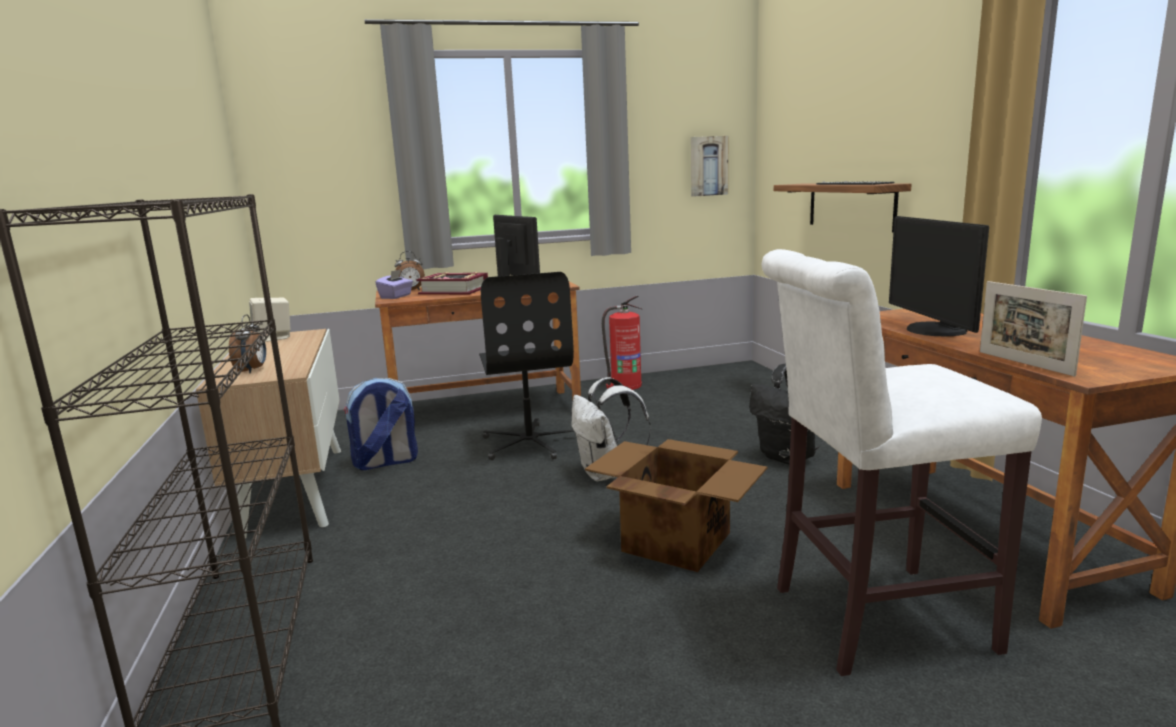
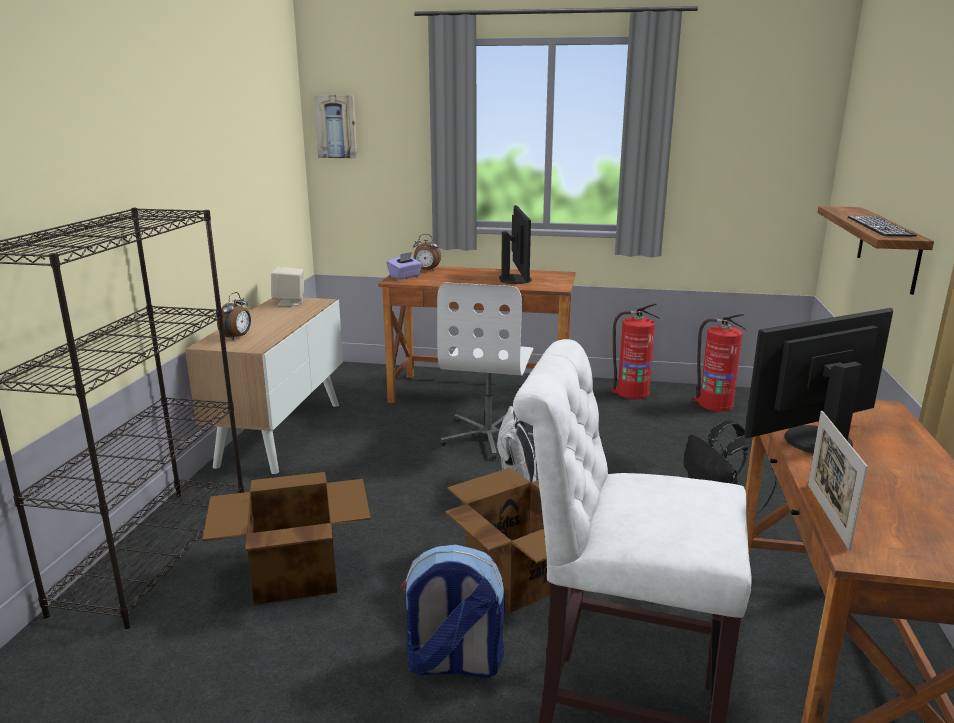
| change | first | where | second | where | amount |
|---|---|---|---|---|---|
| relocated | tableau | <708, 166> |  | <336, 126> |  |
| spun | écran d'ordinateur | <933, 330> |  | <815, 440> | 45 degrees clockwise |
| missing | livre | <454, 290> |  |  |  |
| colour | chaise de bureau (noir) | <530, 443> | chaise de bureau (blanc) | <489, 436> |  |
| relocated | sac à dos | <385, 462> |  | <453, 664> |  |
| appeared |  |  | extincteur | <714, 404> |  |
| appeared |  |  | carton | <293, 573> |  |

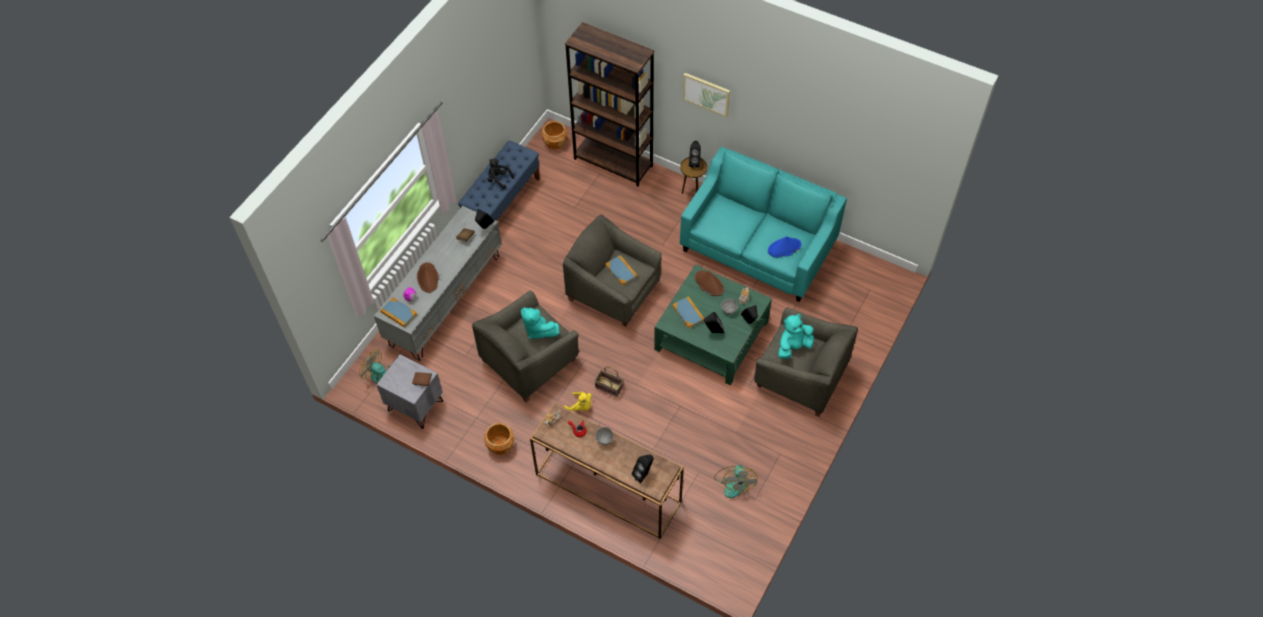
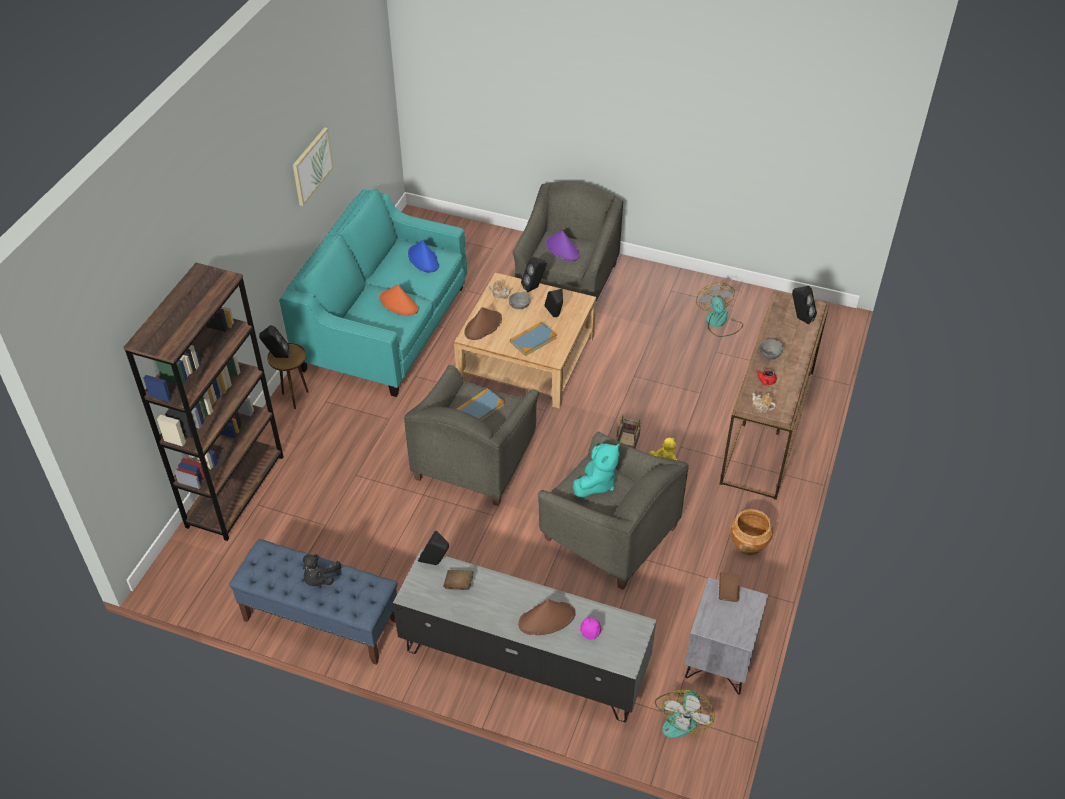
| change | first | where | second | where | amount |
|---|---|---|---|---|---|
| relocated | tableau | <706, 94> |  | <311, 166> |  |
| missing | cache-pot (marron) | <555, 143> |  |  |  |
| colour | table basse (vert) | <711, 335> | table basse (beige) | <526, 358> |  |
| missing | livre | <399, 313> |  |  |  |
| exchanged | peluche (turquoise) | <793, 347> | chapeau (violet) | <562, 249> |  |
| spun | ventilateur | <734, 482> |  | <719, 322> | 90 degrees counterclockwise |
| appeared |  |  | chapeau (orange) | <399, 304> |  |

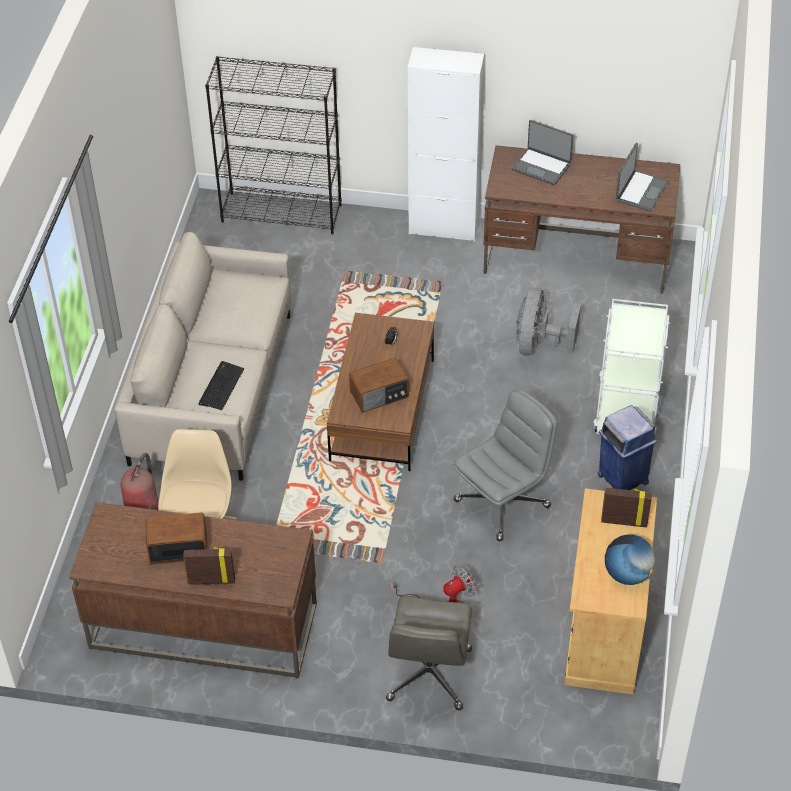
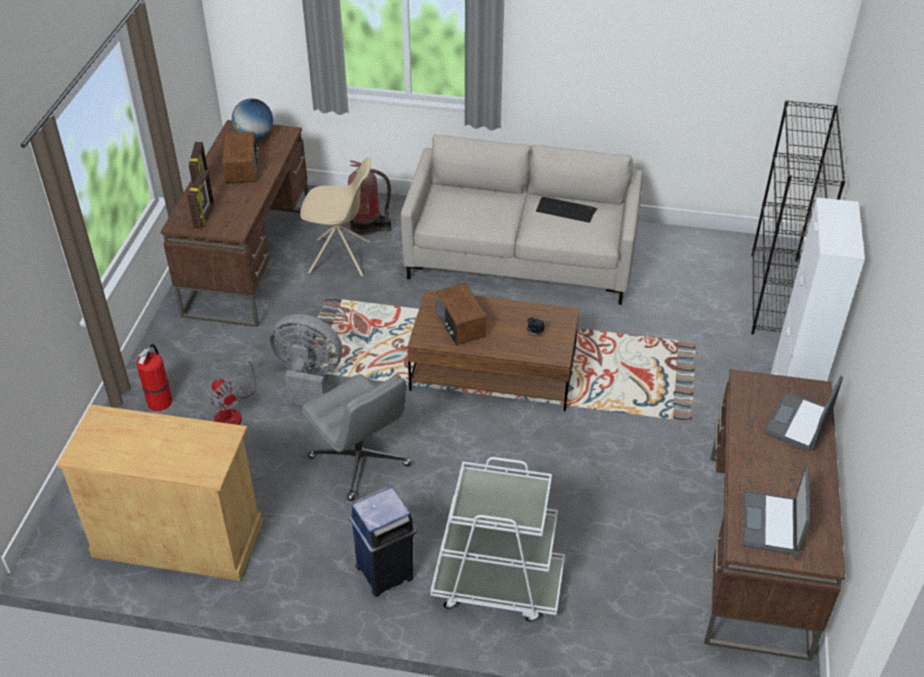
| change | first | where | second | where | amount |
|---|---|---|---|---|---|
| spun | ordinateur portable | <640, 191> |  | <772, 524> | 75 degrees clockwise |
| relocated | ventilateur (gris) | <539, 344> |  | <308, 379> |  |
| relocated | clavier | <221, 386> |  | <566, 210> |  |
| relocated | cadre photo | <624, 521> |  | <205, 216> |  |
| relocated | globe | <627, 574> |  | <254, 136> |  |
| exchanged | chaise de bureau (gris) | <429, 675> | extincteur | <160, 400> |  |

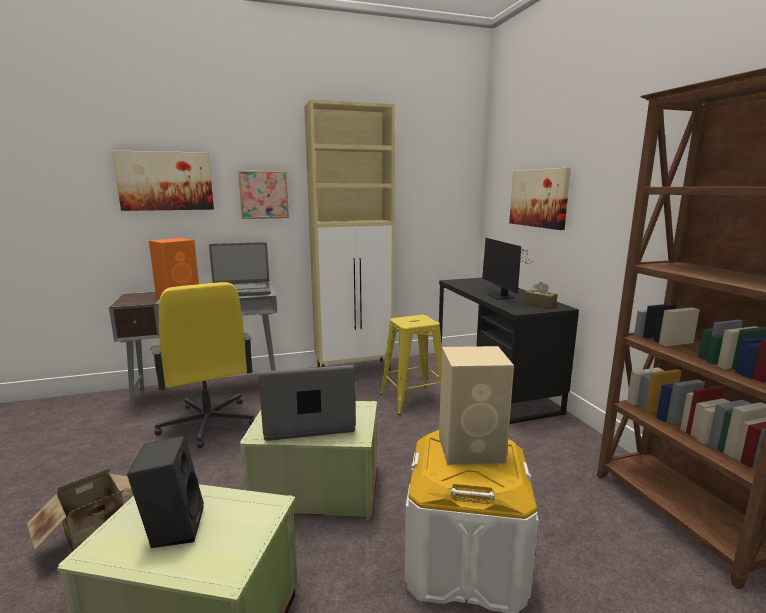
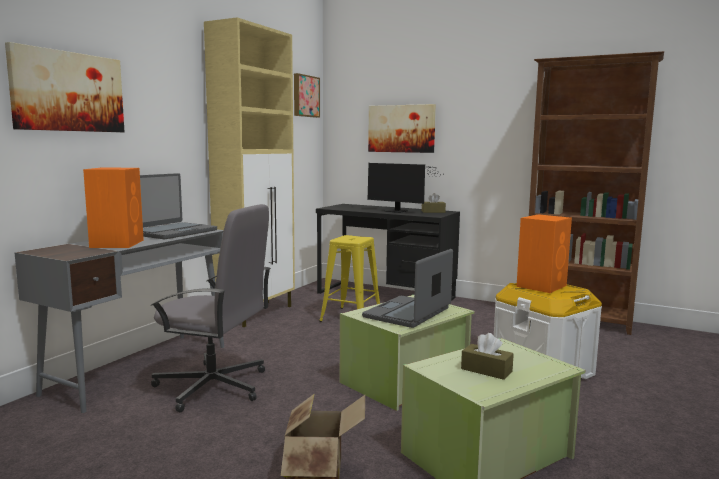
| change | first | where | second | where | amount |
|---|---|---|---|---|---|
| relocated | tableau | <263, 194> |  | <305, 96> |  |
| colour | chaise de bureau (jaune) | <208, 424> | chaise de bureau (gris) | <213, 386> |  |
| colour | enceinte (beige) | <472, 449> | enceinte (orange) | <542, 286> |  |
| exchanged | enceinte (noir) | <172, 527> | boîte à mouchoirs (marron) | <486, 370> |  |

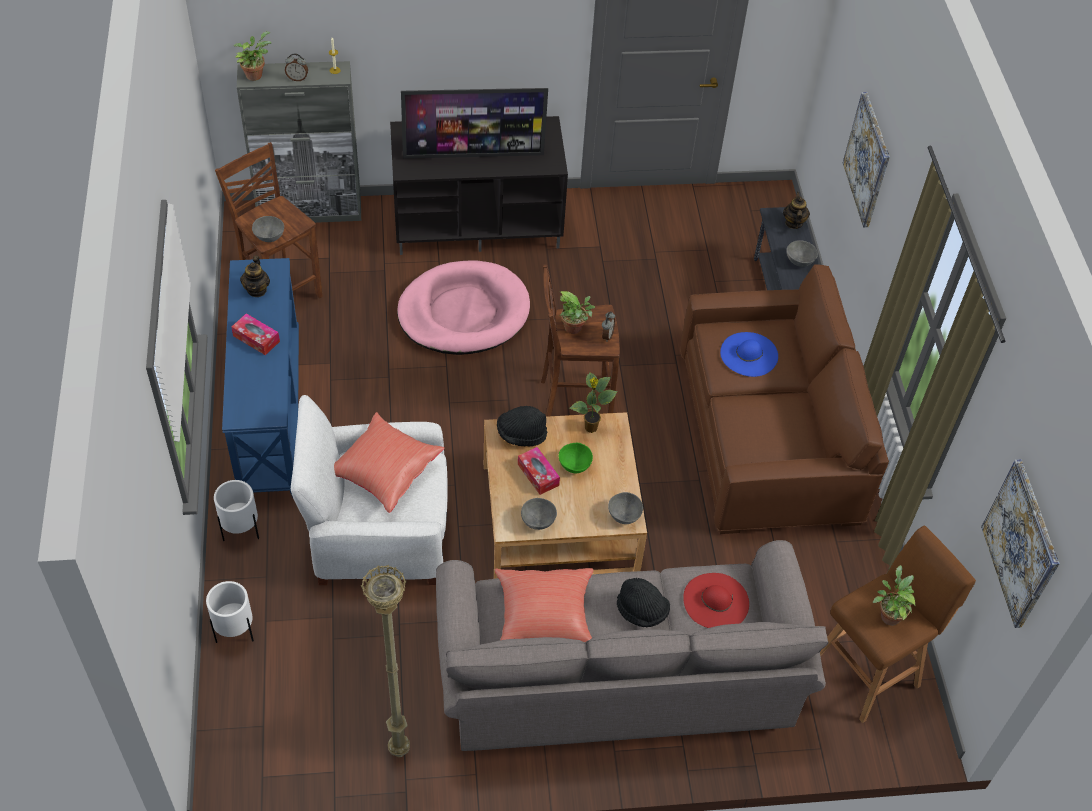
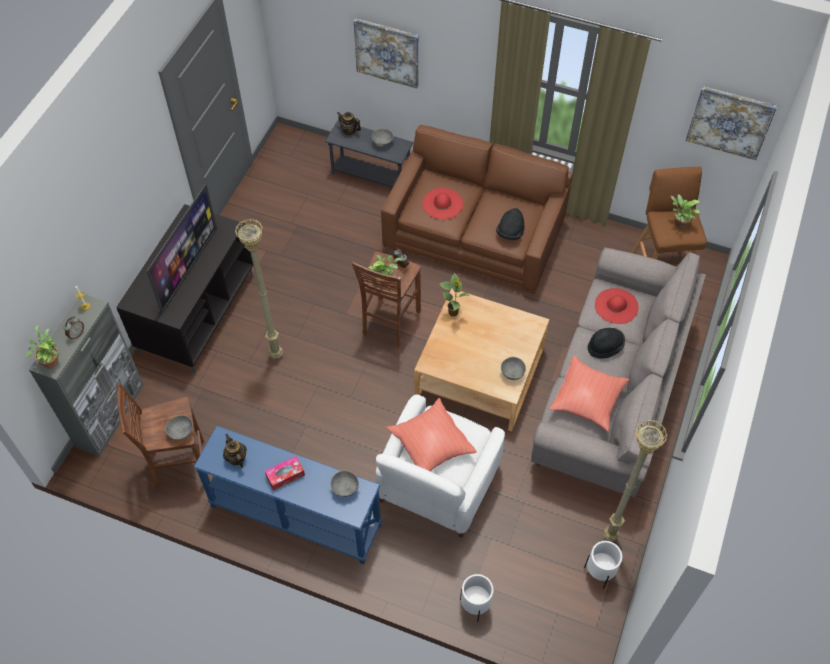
| change | first | where | second | where | amount |
|---|---|---|---|---|---|
| spun | théière | <257, 290> |  | <236, 458> | 150 degrees counterclockwise |
| exchanged | panier pour chien (rose) | <463, 312> | lampadaire (beige) | <275, 355> |  |
| colour | chapeau (bleu) | <749, 354> | chapeau (rouge) | <442, 204> |  |
| relocated | chapeau (noir) | <521, 434> |  | <510, 232> |  |
| missing | bol (vert) | <574, 466> |  |  |  |
| missing | boîte à mouchoirs | <538, 475> |  |  |  |
| relocated | cache-pot (blanc) | <241, 531> |  | <599, 573> |  |
| relocated | bol (gris) | <624, 516> |  | <345, 489> |  |

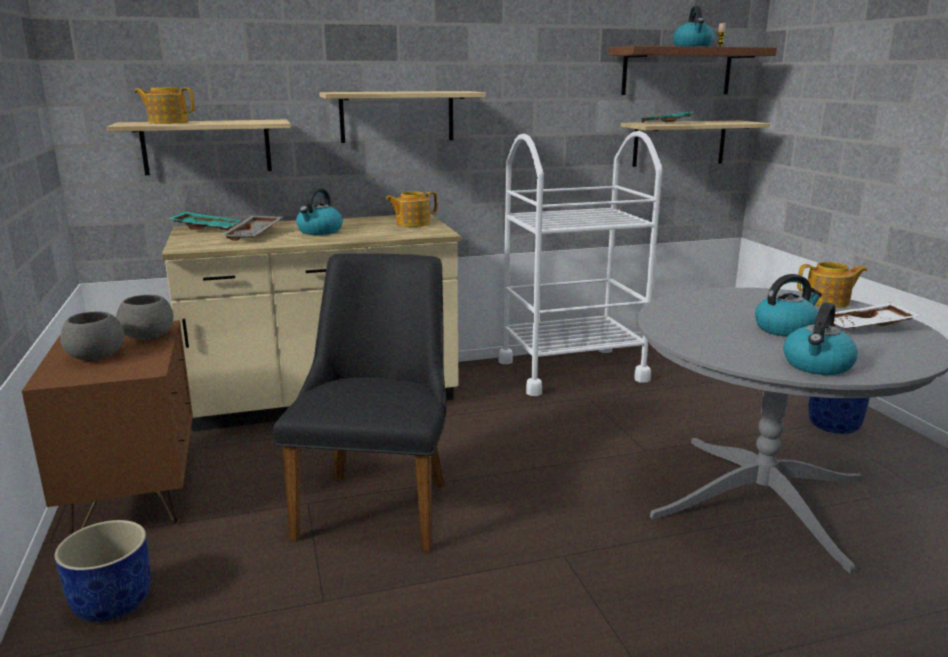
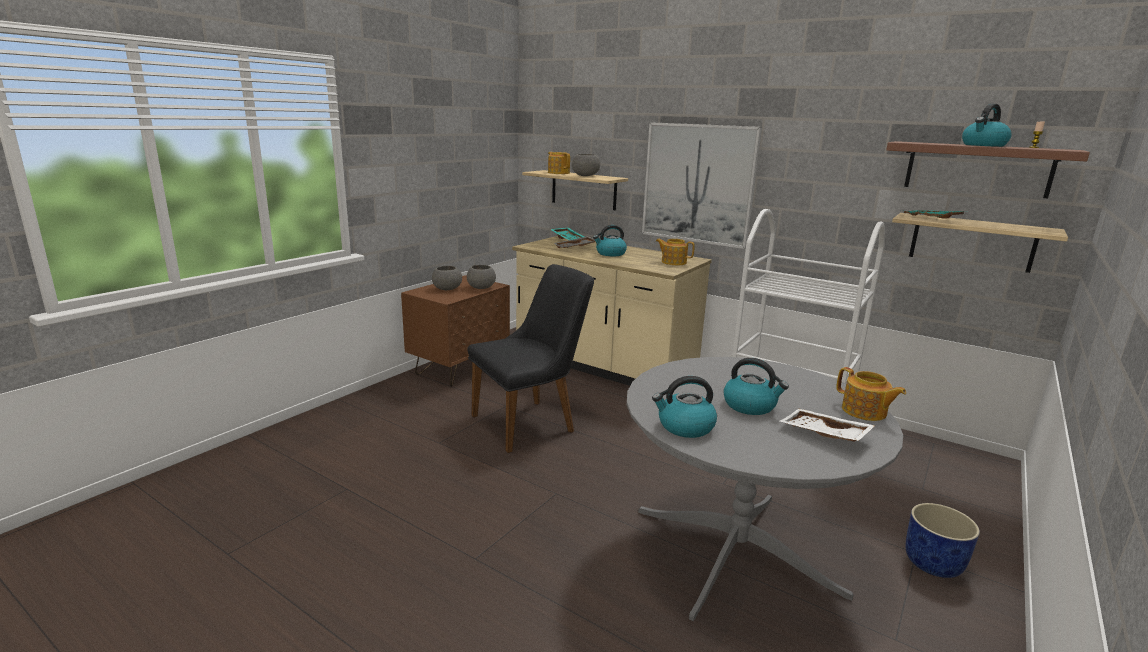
| change | first | where | second | where | amount |
|---|---|---|---|---|---|
| exchanged | étagère | <397, 116> | tableau | <698, 184> |  |
| missing | cache-pot (bleu) | <111, 602> |  |  |  |
| appeared |  |  | bol (gris) | <585, 175> |  |

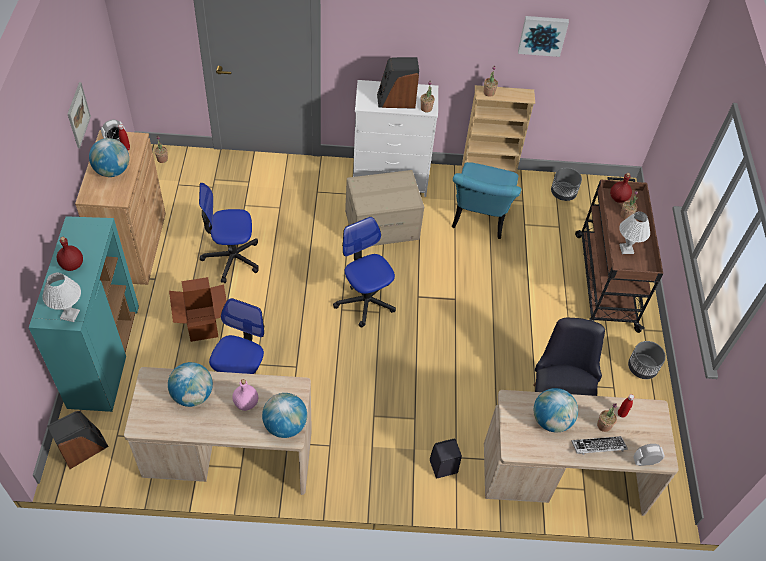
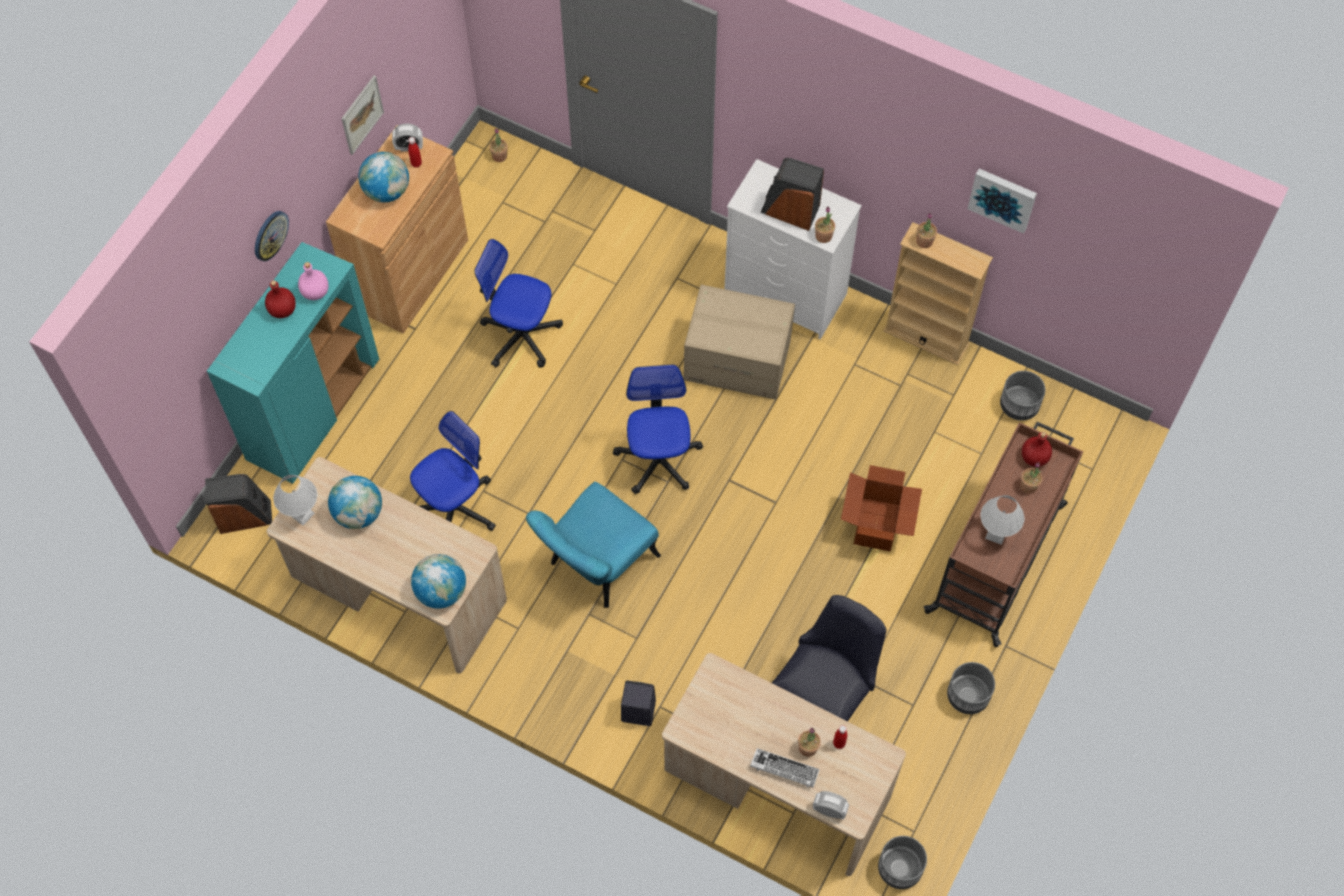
| change | first | where | second | where | amount |
|---|---|---|---|---|---|
| relocated | chaise (turquoise) | <479, 220> |  | <596, 567> |  |
| relocated | lampe de table (blanc) | <70, 314> |  | <302, 514> |  |
| relocated | carton | <203, 323> |  | <877, 524> |  |
| relocated | bouteille (rose) | <246, 403> |  | <316, 292> |  |
| missing | globe | <551, 420> |  |  |  |
| appeared |  |  | horloge murale | <270, 235> |  |
| appeared |  |  | cache-pot (gris) | <899, 869> |  |

